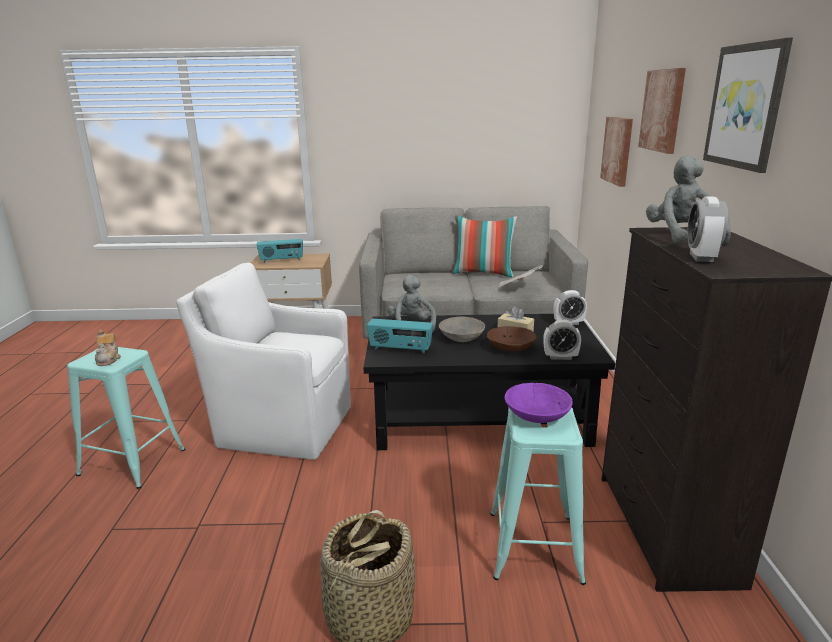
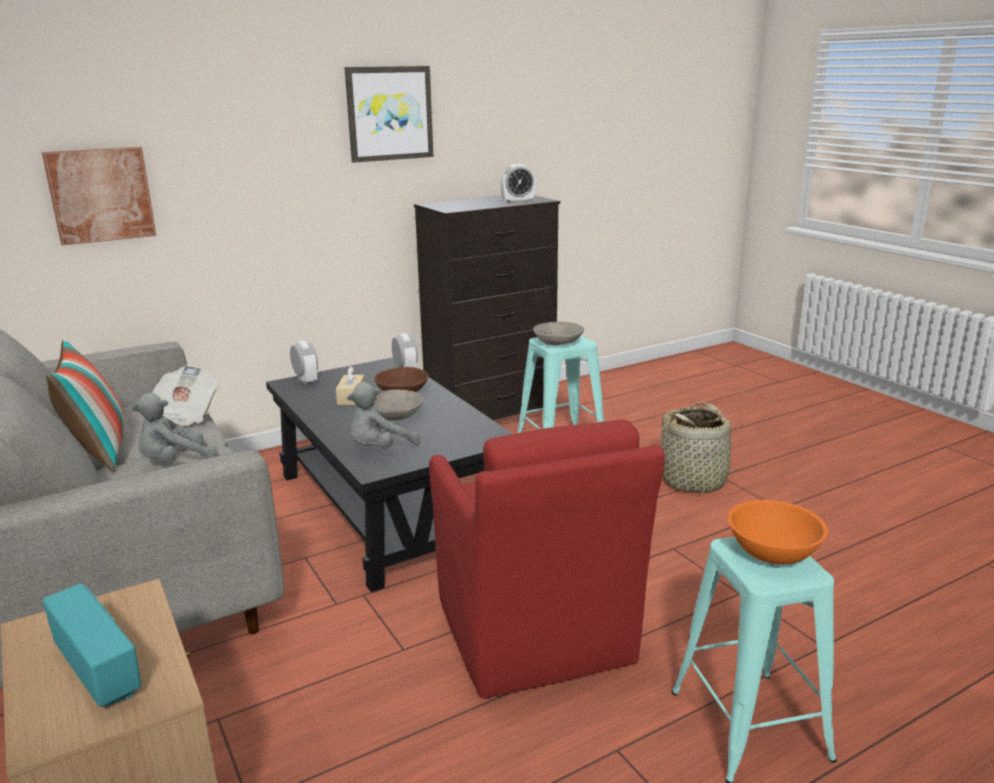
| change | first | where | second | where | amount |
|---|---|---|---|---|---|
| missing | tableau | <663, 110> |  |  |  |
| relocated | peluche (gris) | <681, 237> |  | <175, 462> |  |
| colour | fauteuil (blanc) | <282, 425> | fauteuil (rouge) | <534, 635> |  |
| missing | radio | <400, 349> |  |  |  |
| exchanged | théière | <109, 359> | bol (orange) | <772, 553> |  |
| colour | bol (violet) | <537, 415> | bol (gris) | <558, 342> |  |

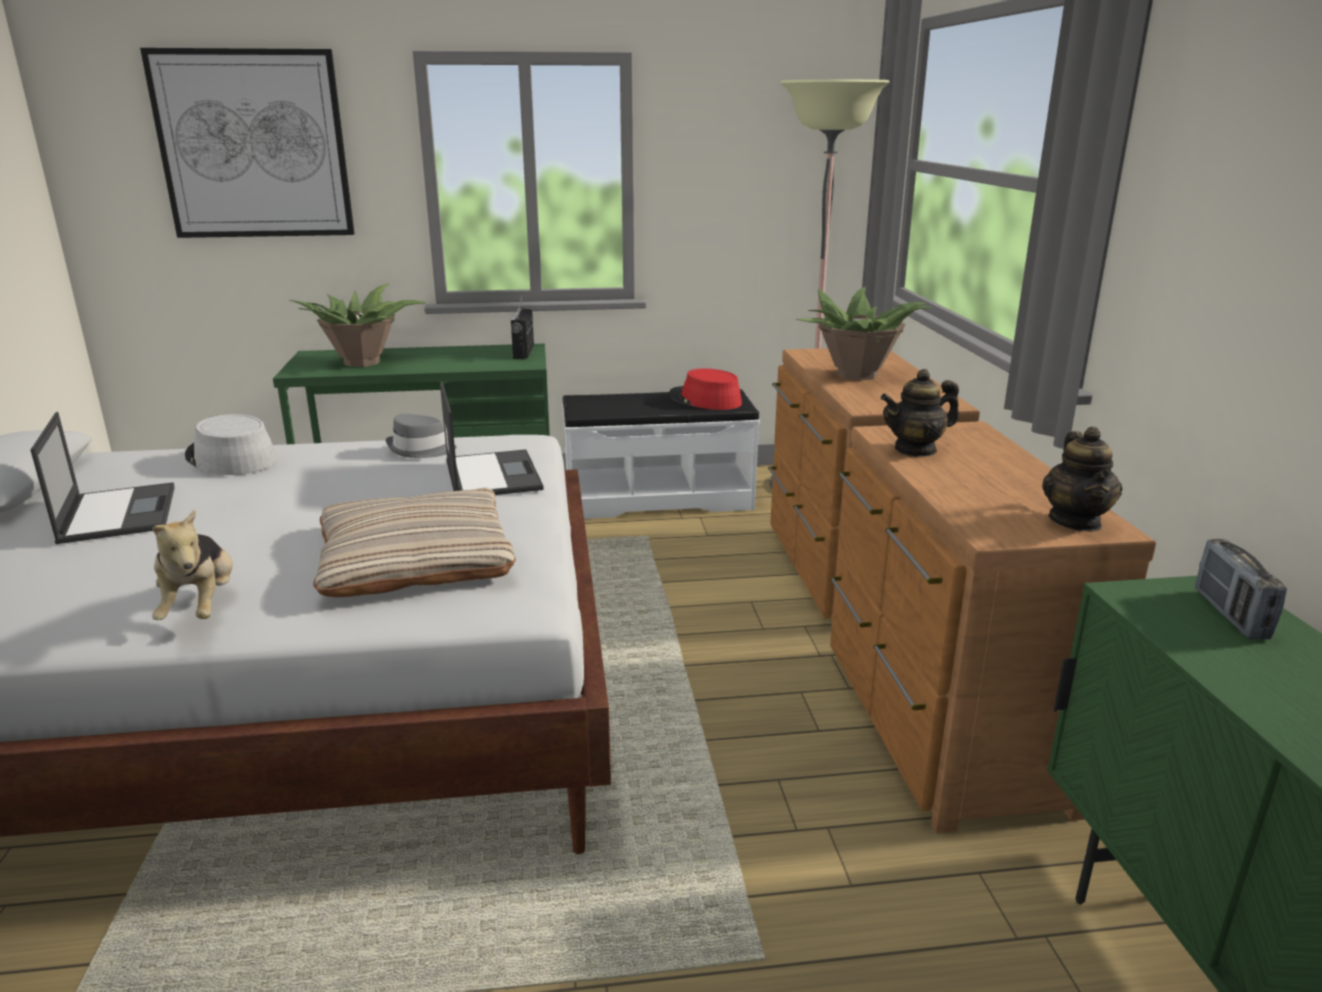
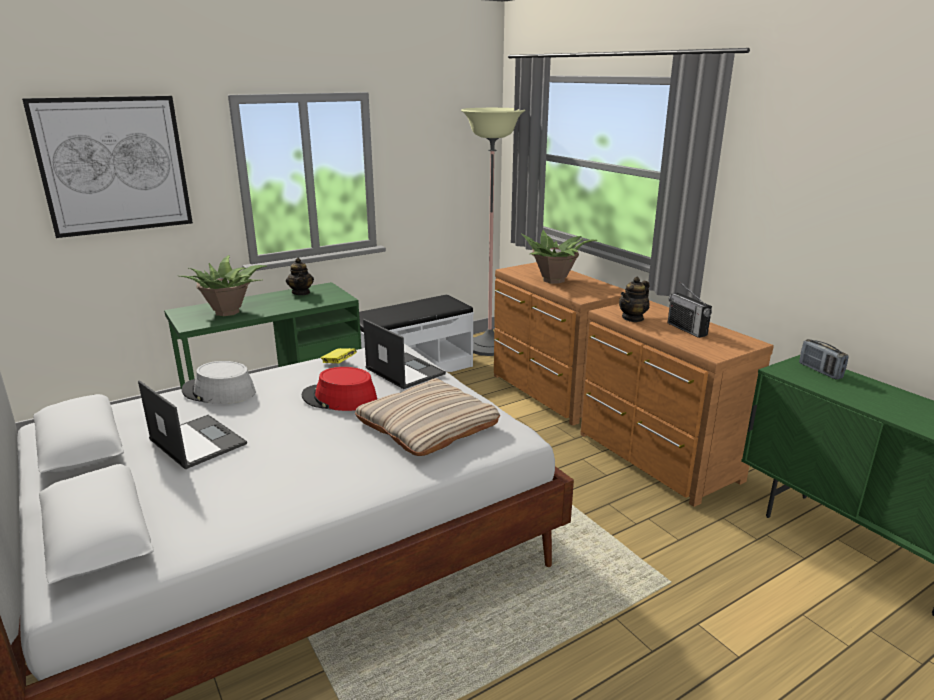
| change | first | where | second | where | amount |
|---|---|---|---|---|---|
| relocated | radio | <523, 352> |  | <687, 329> |  |
| relocated | chapeau (rouge) | <705, 400> |  | <339, 398> |  |
| exchanged | chapeau (gris) | <421, 450> | livre (jaune) | <339, 364> |  |
| relocated | théière | <1075, 521> |  | <301, 293> |  |
| missing | peluche | <201, 607> |  |  |  |

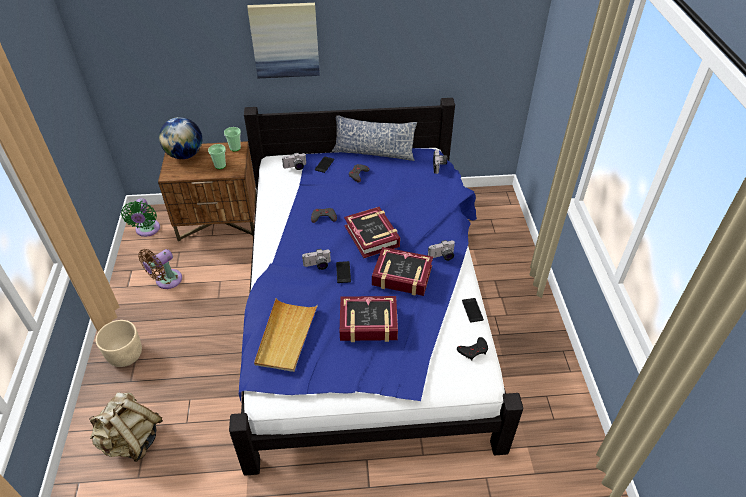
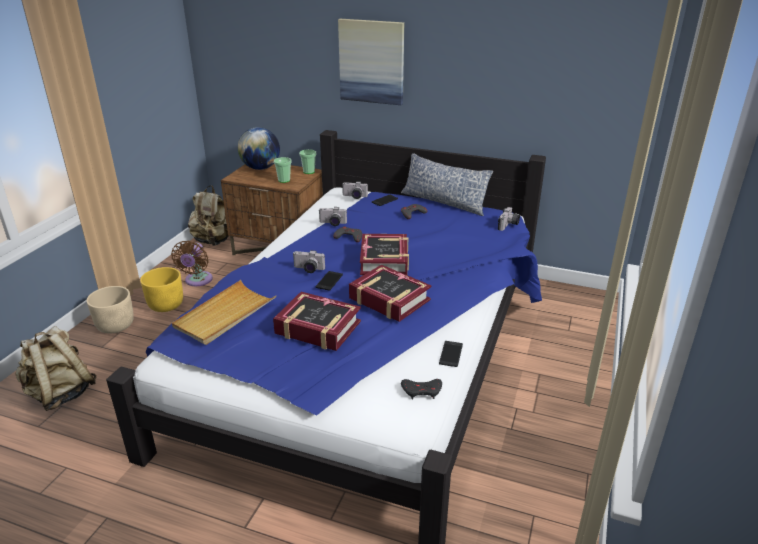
| change | first | where | second | where | amount |
|---|---|---|---|---|---|
| exchanged | ventilateur (vert) | <147, 230> | sac à dos (beige) | <213, 241> |  |
| relocated | appareil photo | <442, 257> |  | <332, 223> |  |
| spun | ventilateur (marron) | <166, 281> |  | <197, 281> | 60 degrees counterclockwise |
| appeared |  |  | cache-pot (jaune) | <166, 305> |  |

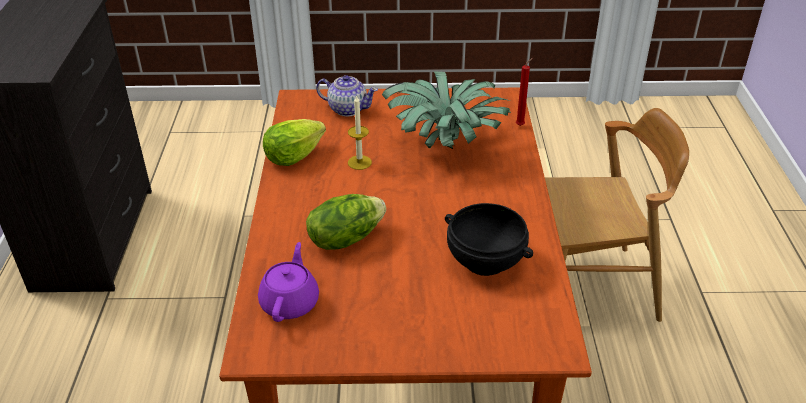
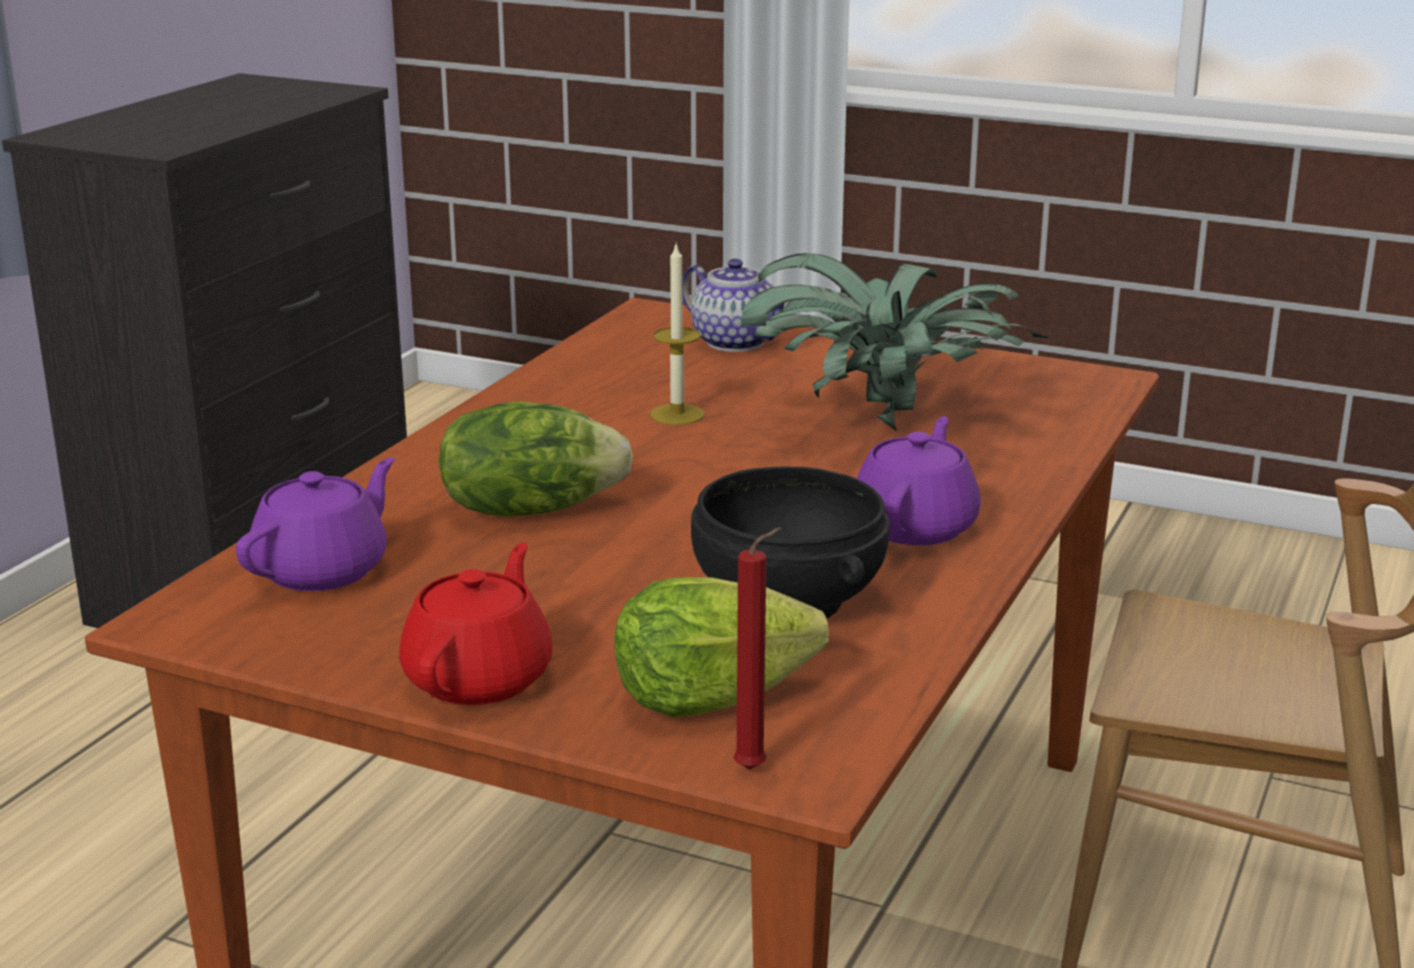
| change | first | where | second | where | amount |
|---|---|---|---|---|---|
| relocated | bougie (rouge) | <521, 125> |  | <755, 769> |  |
| relocated | laitue | <293, 156> |  | <709, 698> |  |
| appeared |  |  | théière (violet) | <916, 526> |  |
| appeared |  |  | théière (rouge) | <480, 678> |  |

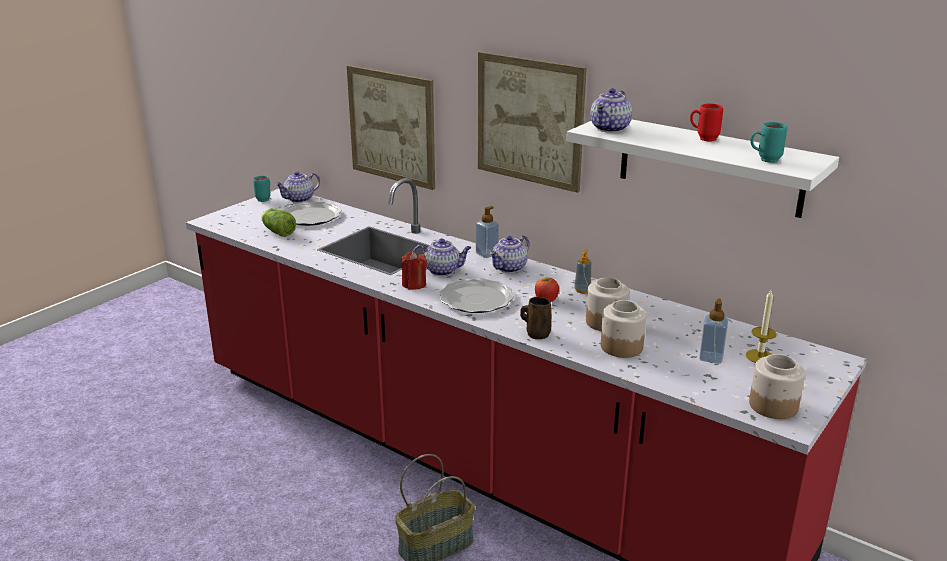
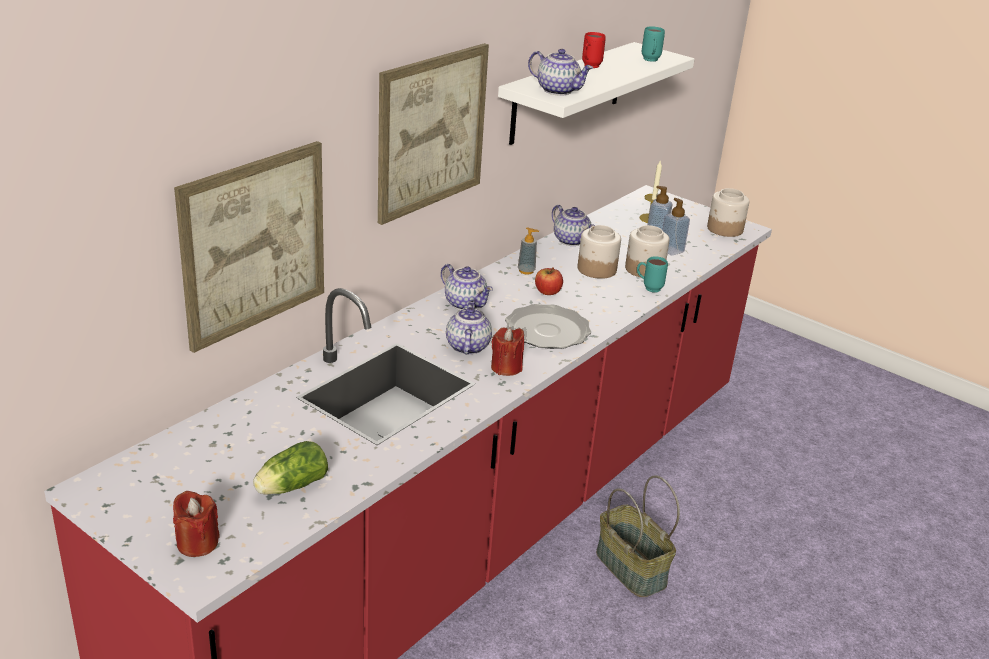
| change | first | where | second | where | amount |
|---|---|---|---|---|---|
| relocated | théière | <299, 199> |  | <572, 241> |  |
| relocated | mug (turquoise) | <265, 199> |  | <648, 288> |  |
| missing | assiette | <311, 216> |  |  |  |
| relocated | distributeur de savon | <487, 254> |  | <671, 250> |  |
| missing | mug (marron) | <536, 334> |  |  |  |
| appeared |  |  | bougie (rouge) | <197, 543> |  |

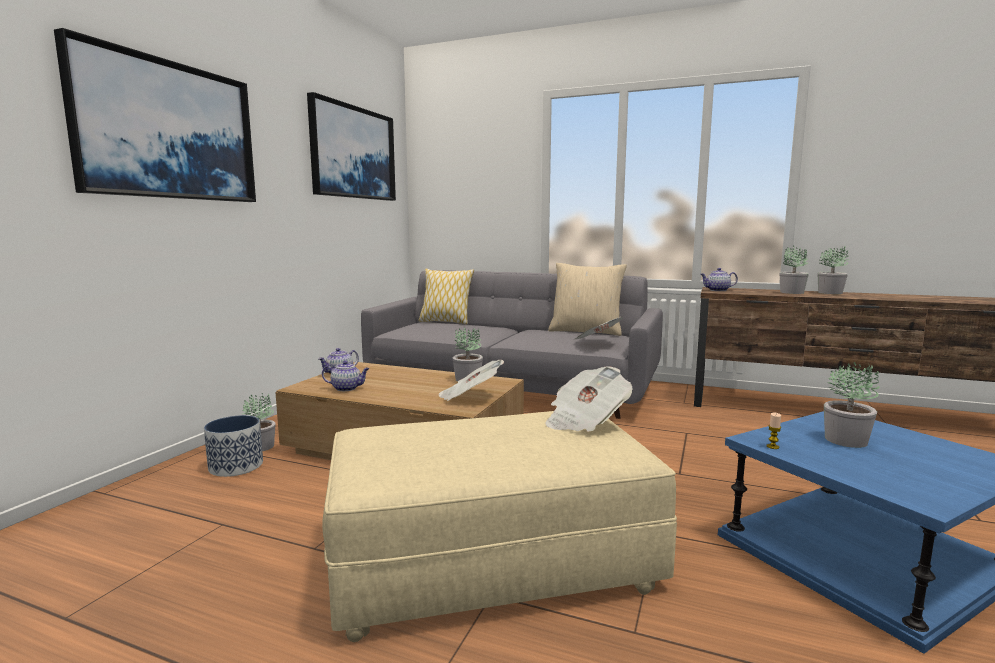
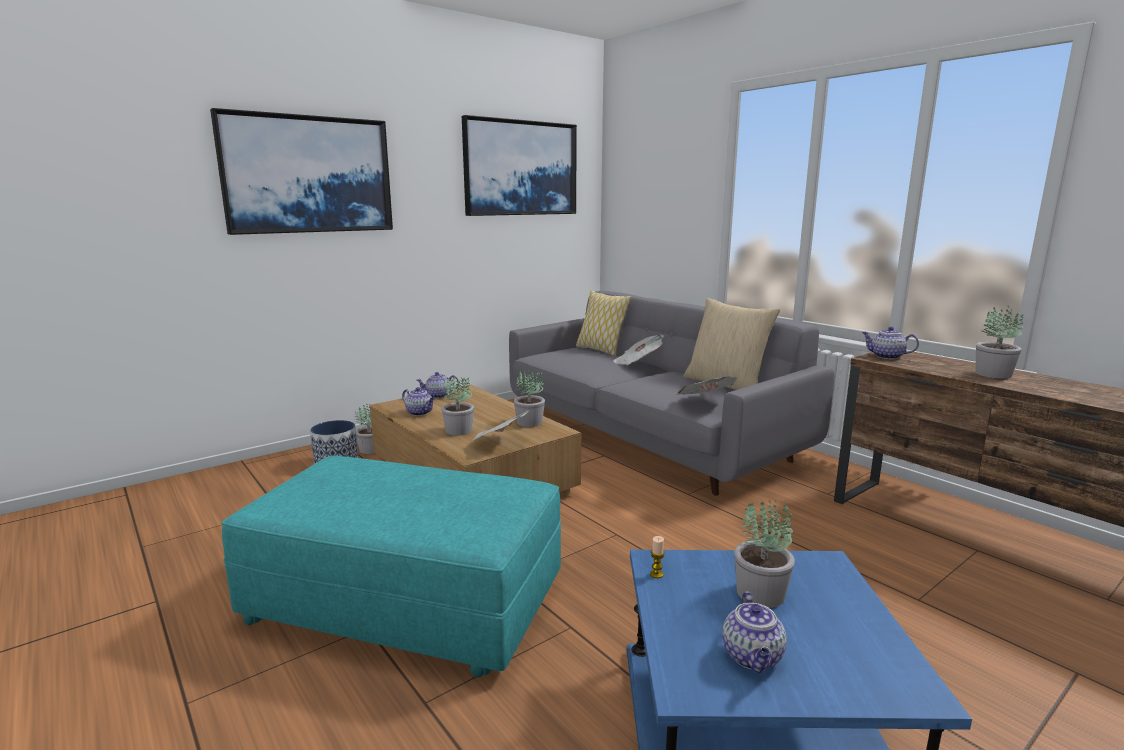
| change | first | where | second | where | amount |
|---|---|---|---|---|---|
| relocated | plante en pot | <830, 293> |  | <459, 430> |  |
| relocated | journal | <585, 421> |  | <638, 362> |  |
| colour | pouf (beige) | <491, 557> | pouf (turquoise) | <407, 597> |  |
| appeared |  |  | théière | <753, 657> |  |

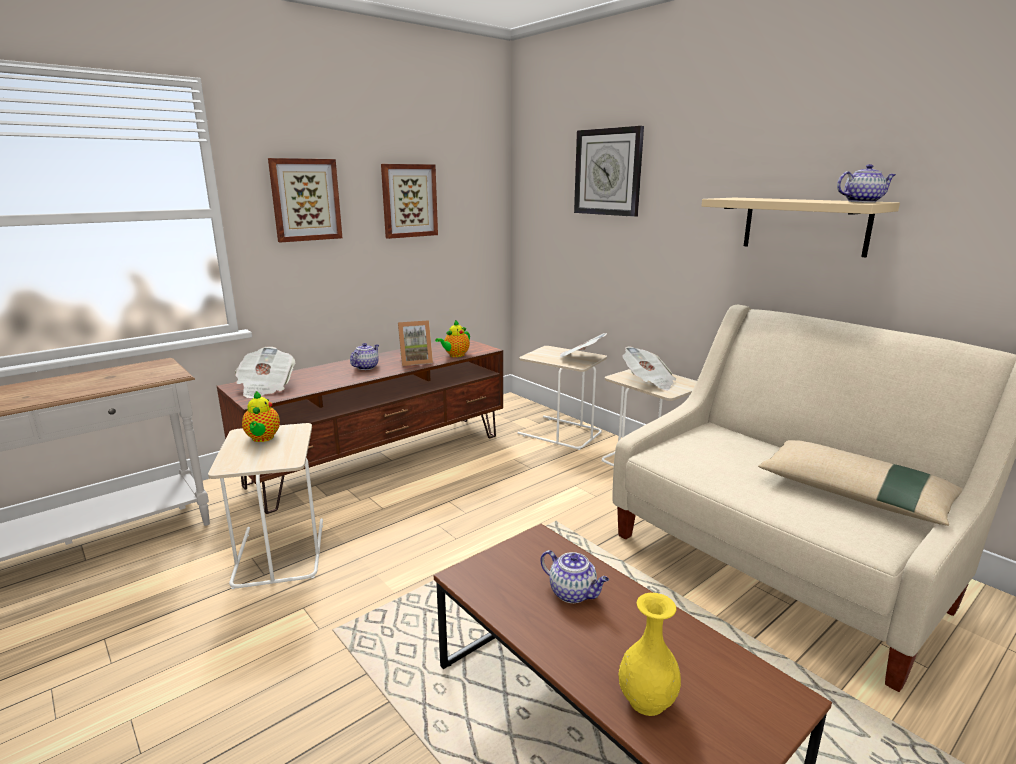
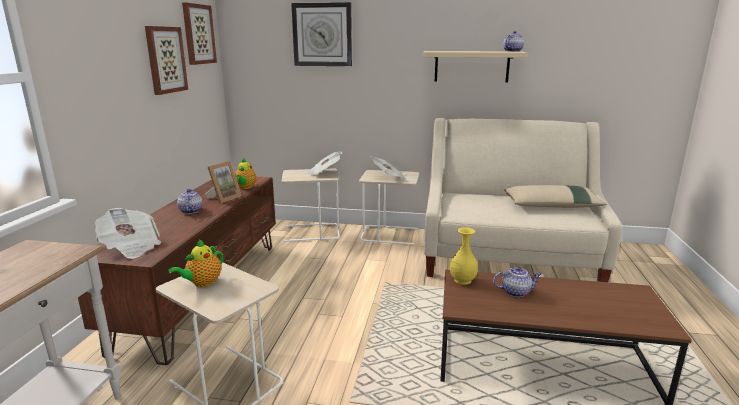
| change | first | where | second | where | amount |
|---|---|---|---|---|---|
| relocated | tableau | <305, 200> |  | <198, 34> |  |
| spun | théière | <262, 438> |  | <202, 283> | 90 degrees clockwise |
| relocated | vase (jaune) | <647, 700> |  | <462, 280> |  |

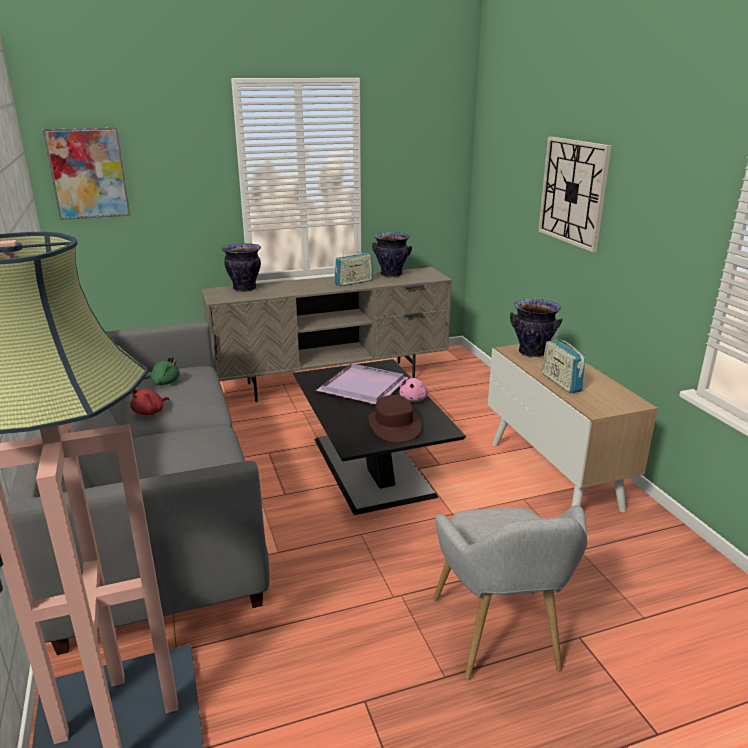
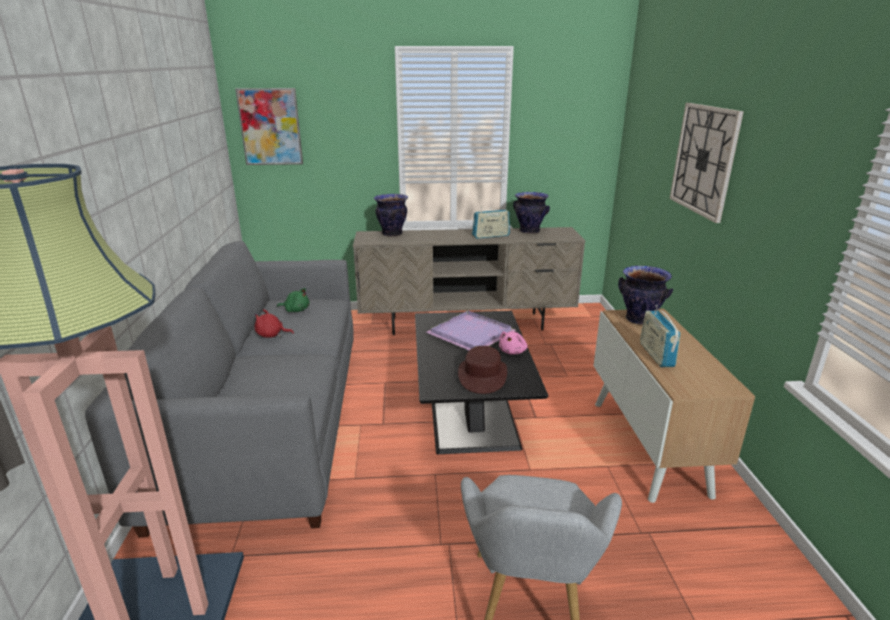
| change | first | where | second | where | amount |
|---|---|---|---|---|---|
| spun | peluche (rouge) | <150, 412> |  | <271, 335> | 45 degrees clockwise |

